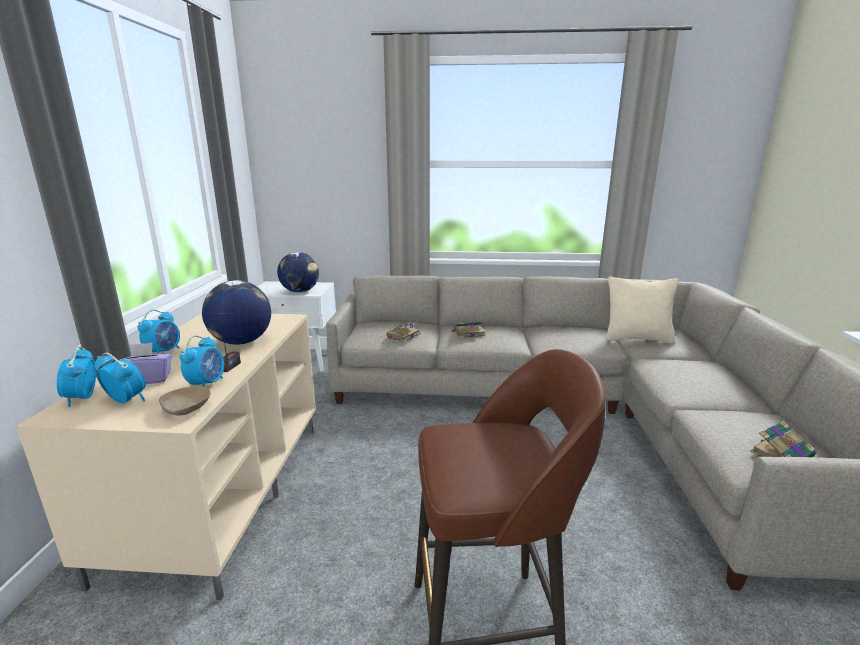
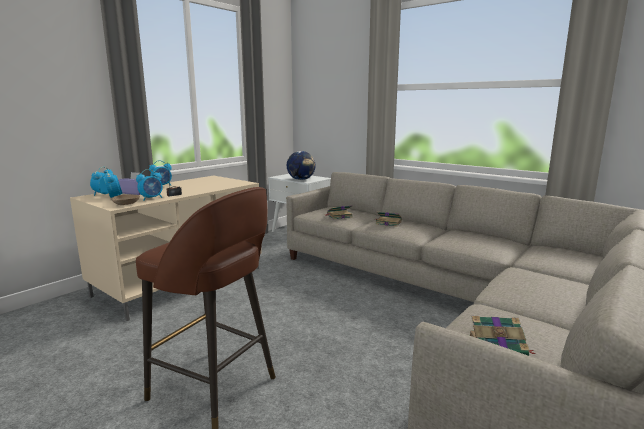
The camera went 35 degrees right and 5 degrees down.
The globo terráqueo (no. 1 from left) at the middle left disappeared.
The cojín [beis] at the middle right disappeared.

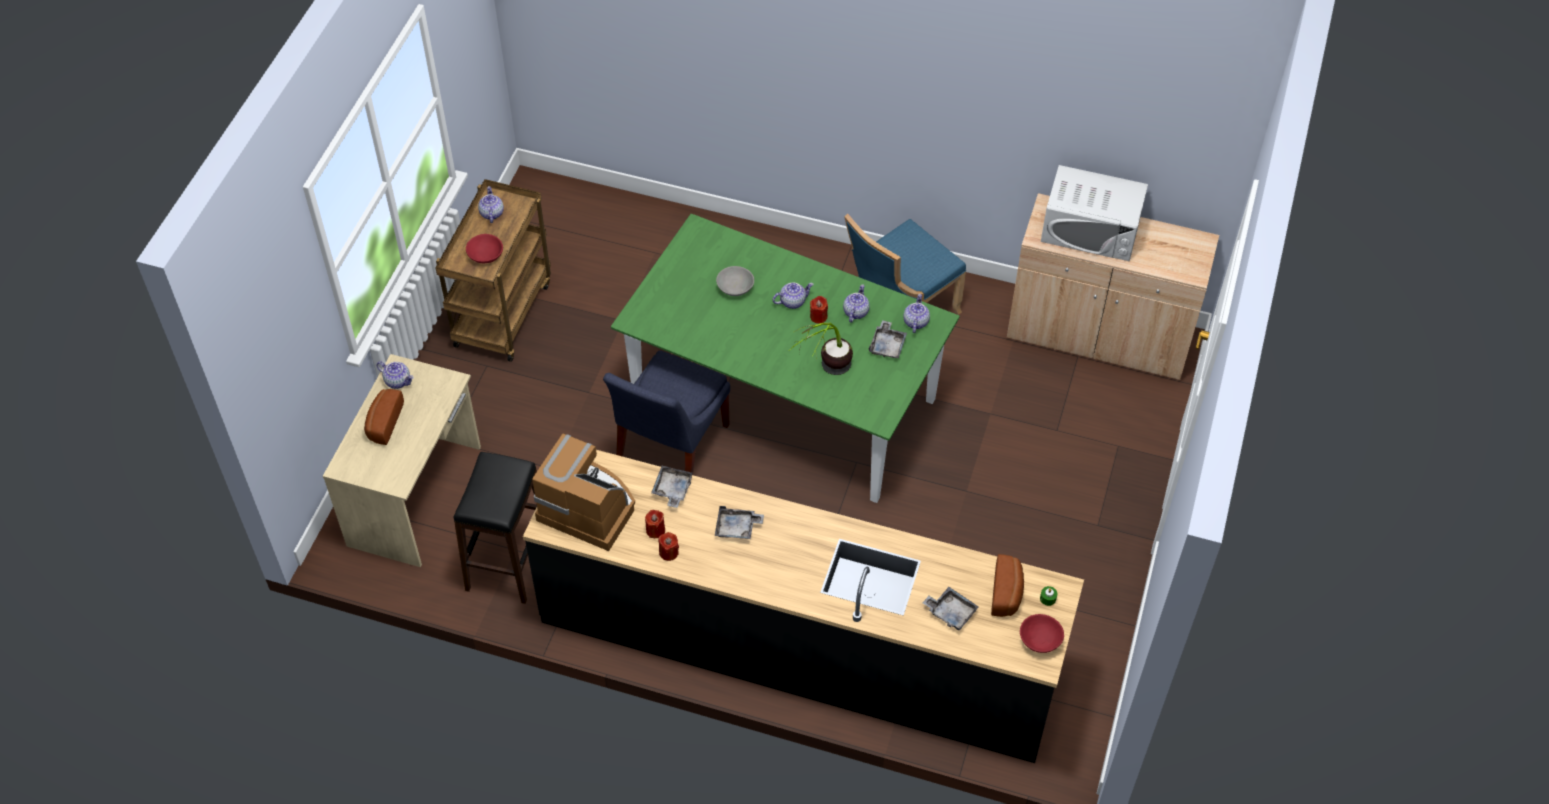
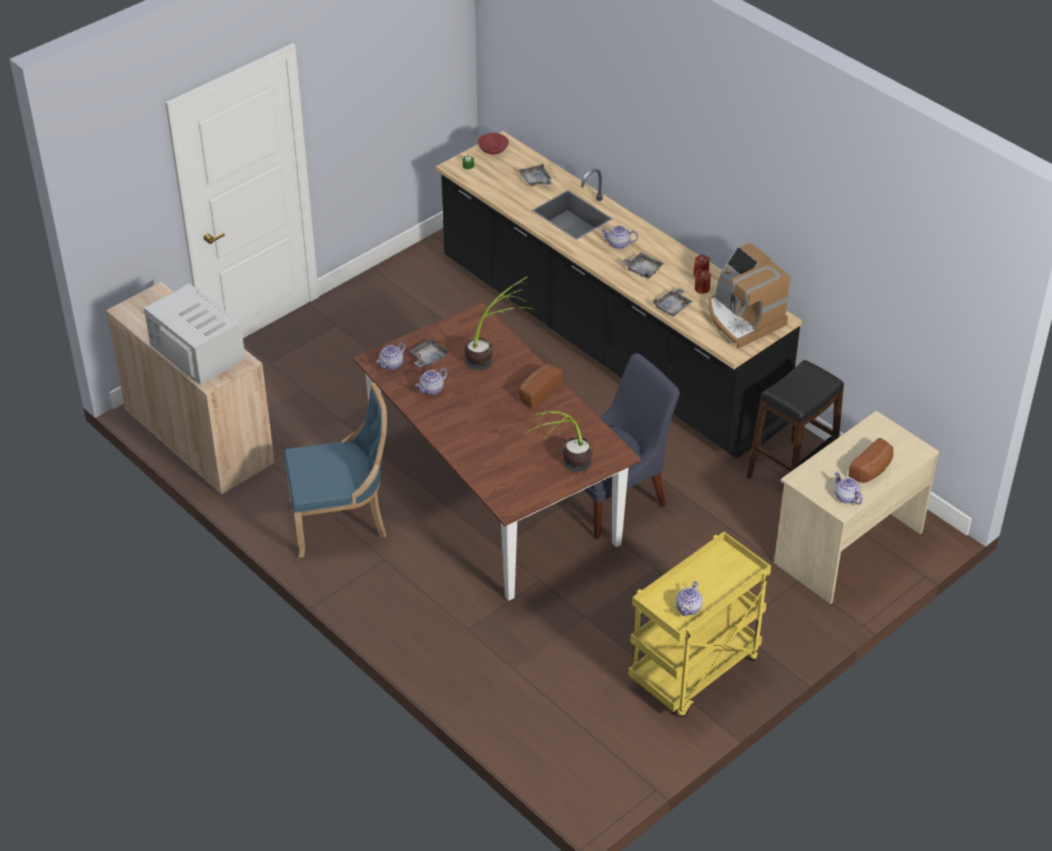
The camera went 150 degrees left and 10 degrees down.
The cuenco [rojo] (no. 1 from left) at the top left disappeared.
The cuenco [gris] at the centre disappeared.
The vela [rojo] (no. 3 from left) at the centre disappeared.
The planta en maceta (no. 2 from left) at the centre appeared.
The tetera (no. 3 from left) moved from the centre to the top centre.
The pan (no. 2 from left in the first image) moved from the bottom centre to the centre.
The carrito [marrón] at the middle left became the carrito [amarillo] at the bottom centre.
The mesa de comedor [verde] at the centre became the mesa de comedor [marrón] at the centre.

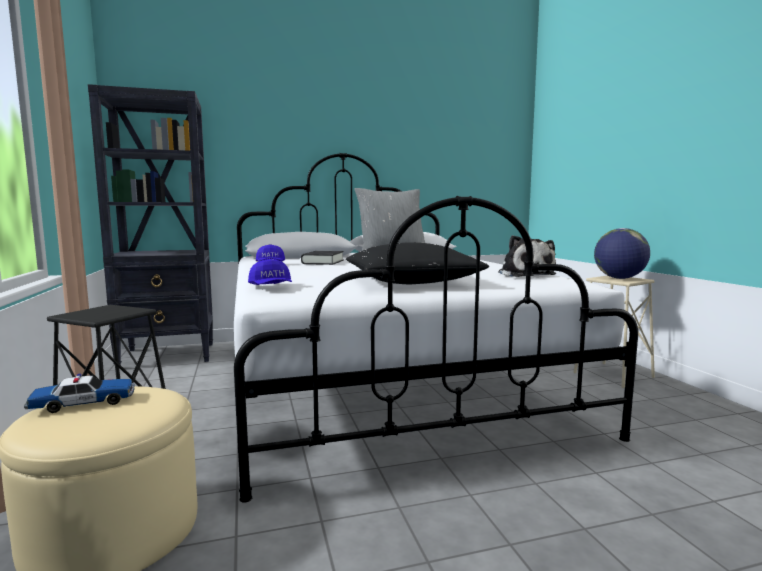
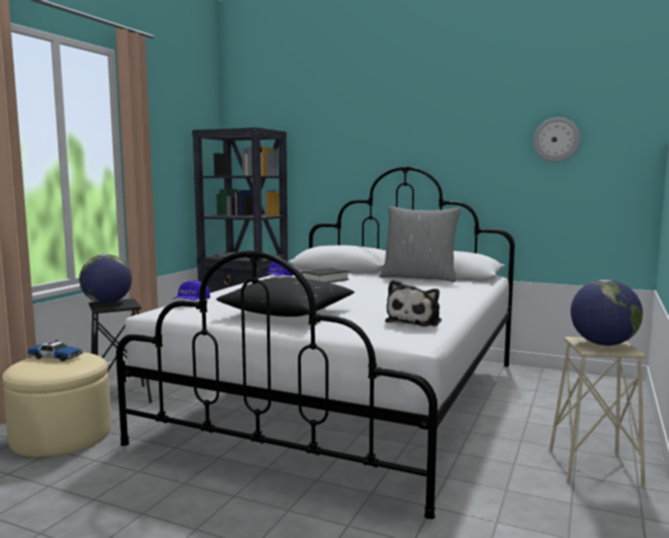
The camera went 40 degrees right and 0 degrees up.
The globo terráqueo (no. 1 from left) at the middle left appeared.
The reloj de pared at the top right appeared.

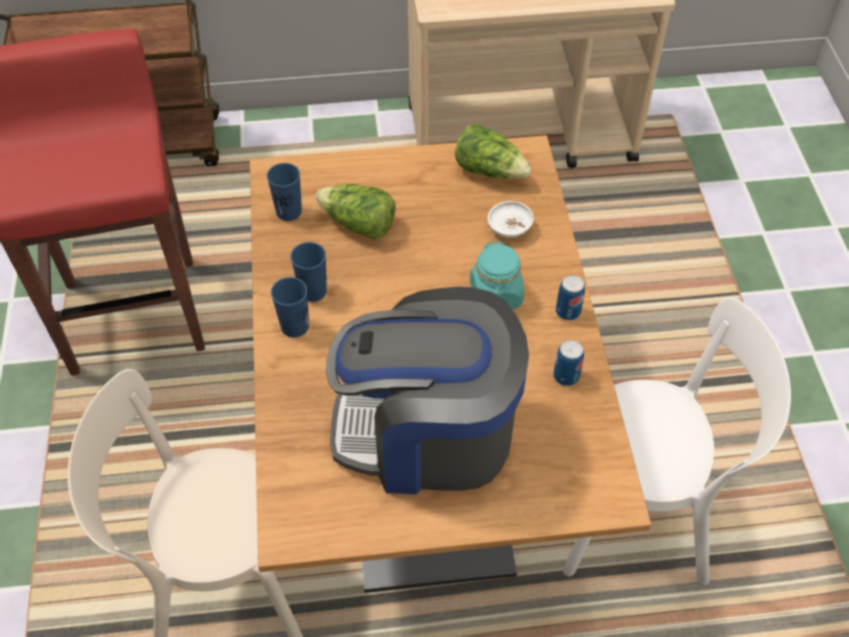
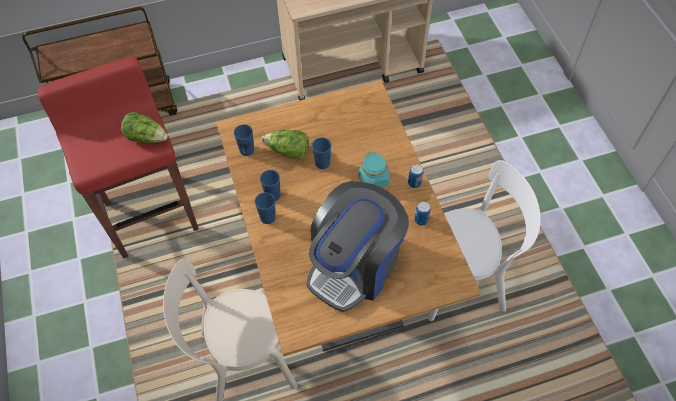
The camera went 10 degrees left and 5 degrees up.
The cuenco [blanco] at the centre disappeared.
The taza [azul] (no. 4 from left) at the centre appeared.
The lechuga (no. 2 from left in the first image) moved from the top centre to the top left.
The cafetera at the centre turned 45 degrees counterclockwise.

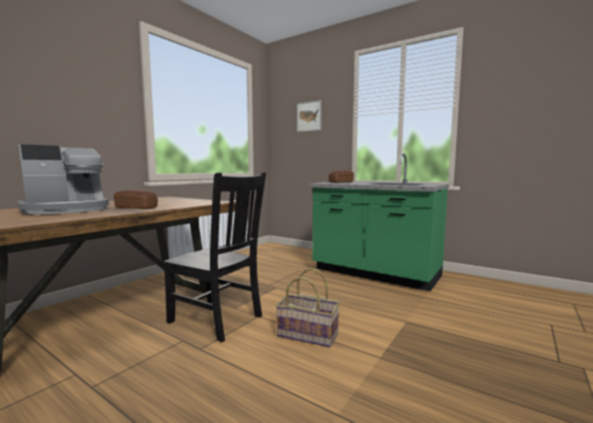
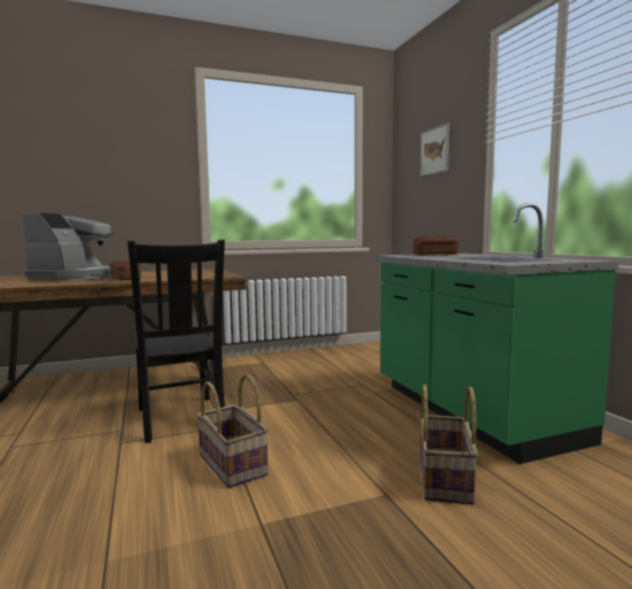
The camera went 35 degrees right and 0 degrees up.
The cesta (no. 2 from left) at the bottom right appeared.
The cafetera at the middle left turned 75 degrees counterclockwise.

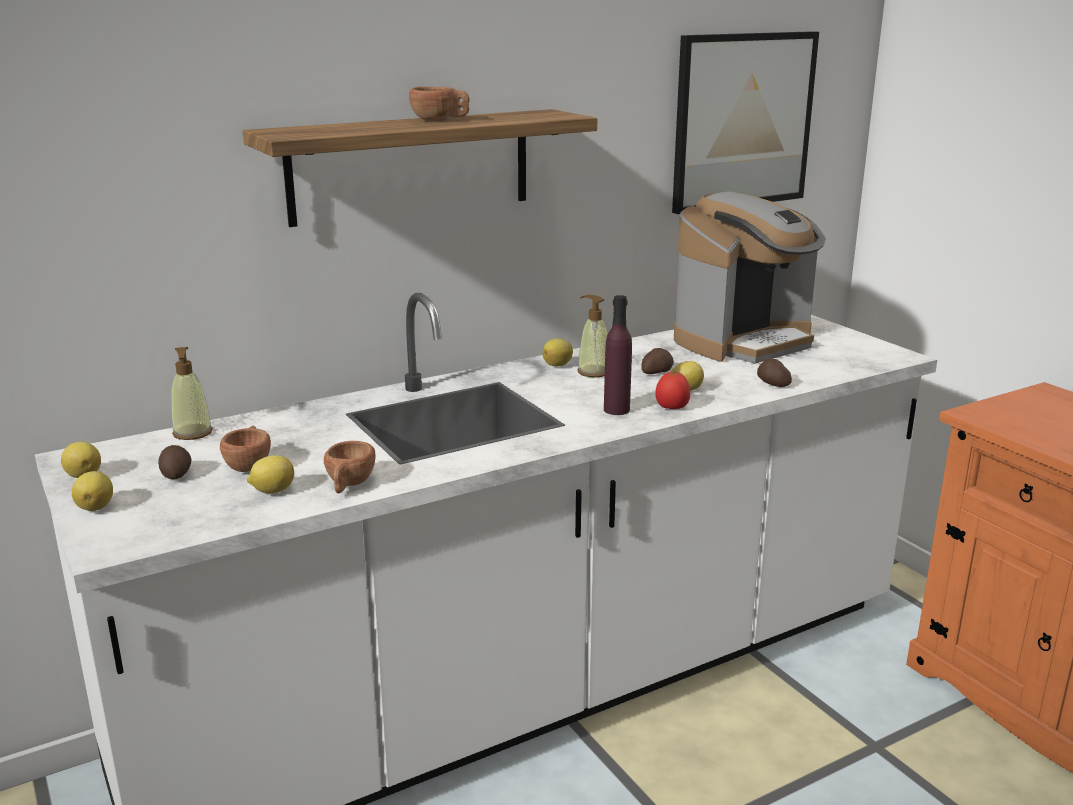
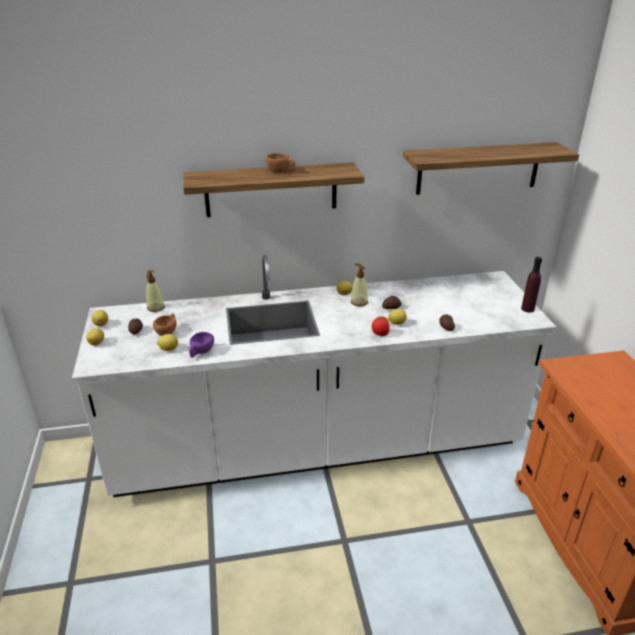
The camera went 20 degrees right and 10 degrees up.
The cafetera at the middle right disappeared.
The botella [morado] moved from the centre to the middle right.
The cuadro at the top right was replaced by the estante (no. 2 from left) at the top right.
The taza [marrón] (no. 2 from left) at the middle left became the taza [morado] at the middle left.

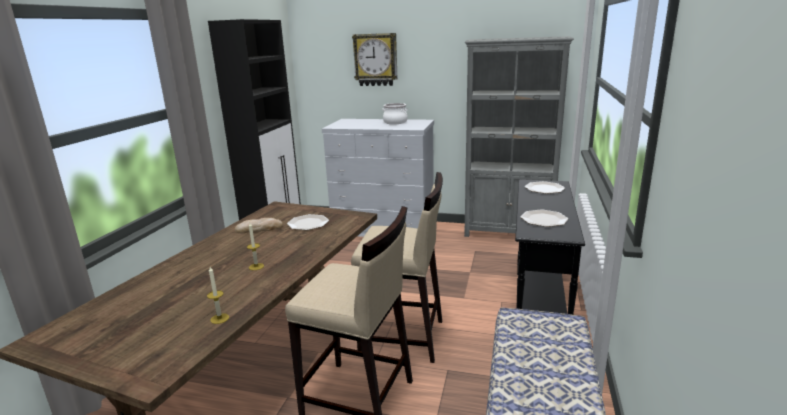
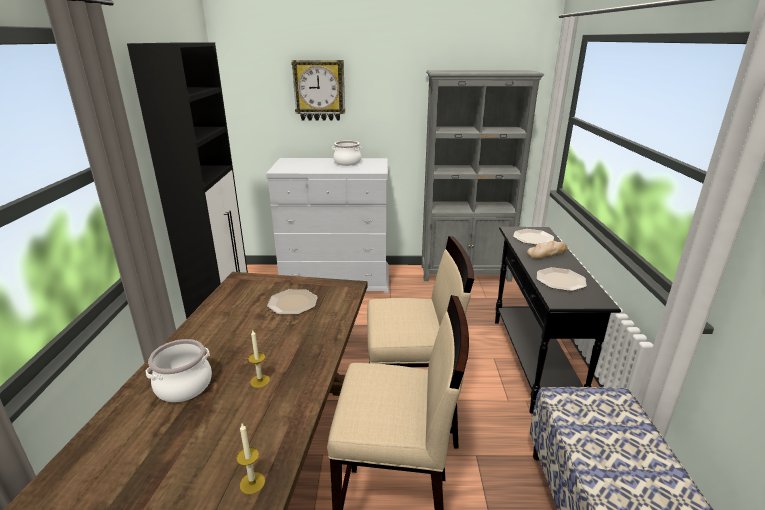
The camera went 15 degrees left and 5 degrees up.
The olla (no. 1 from left) at the bottom left appeared.
The pan moved from the middle left to the middle right.

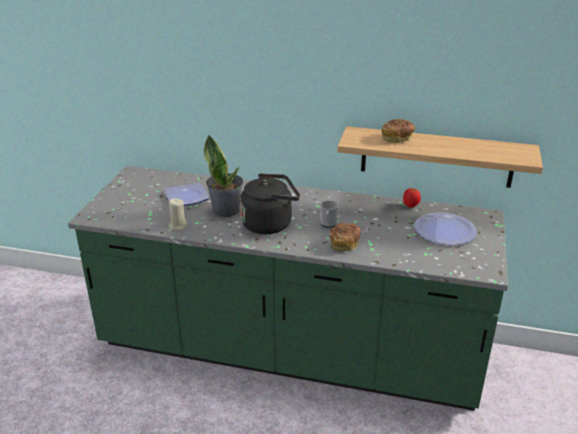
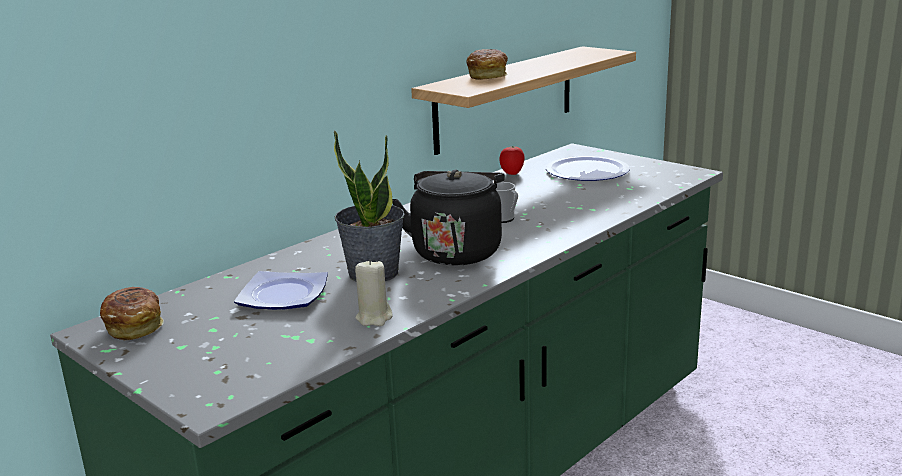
The camera went 60 degrees left and 10 degrees down.
The pan (no. 1 from left) moved from the centre to the middle left.

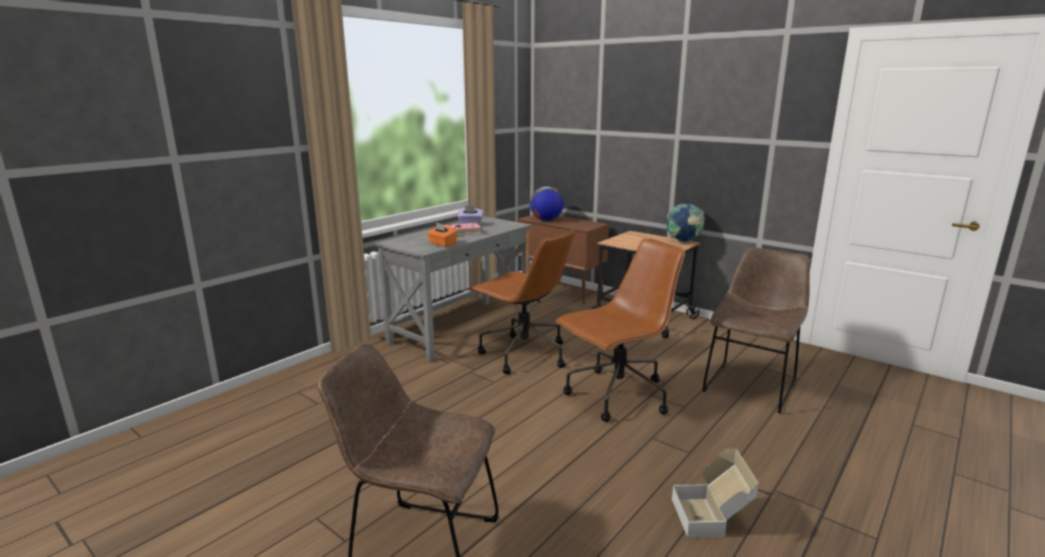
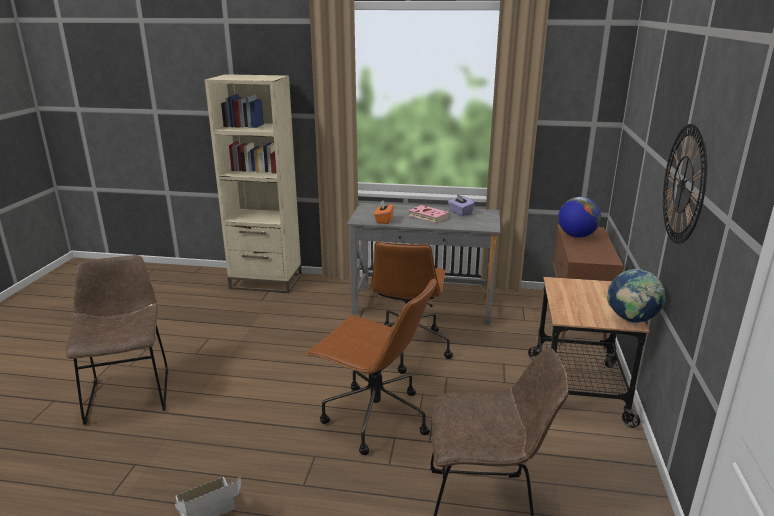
The camera went 60 degrees right and 5 degrees up.
The estantería [beis] at the middle left appeared.
The reloj de pared at the middle right appeared.

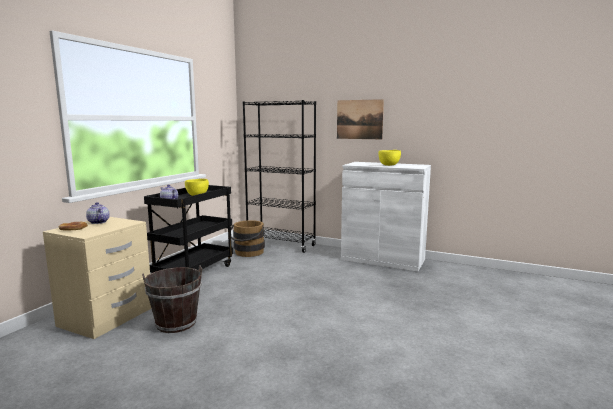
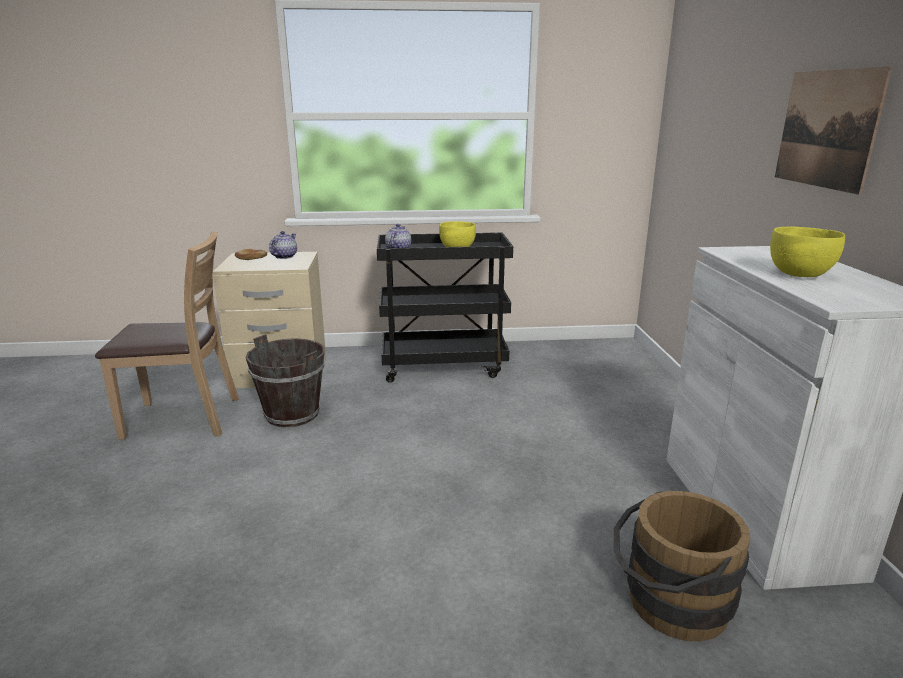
The camera went 60 degrees right and 10 degrees up.
The estantería [negro] at the centre disappeared.
The silla [marrón] at the middle left appeared.
The cubo [marrón] (no. 2 from left) moved from the centre to the bottom right.

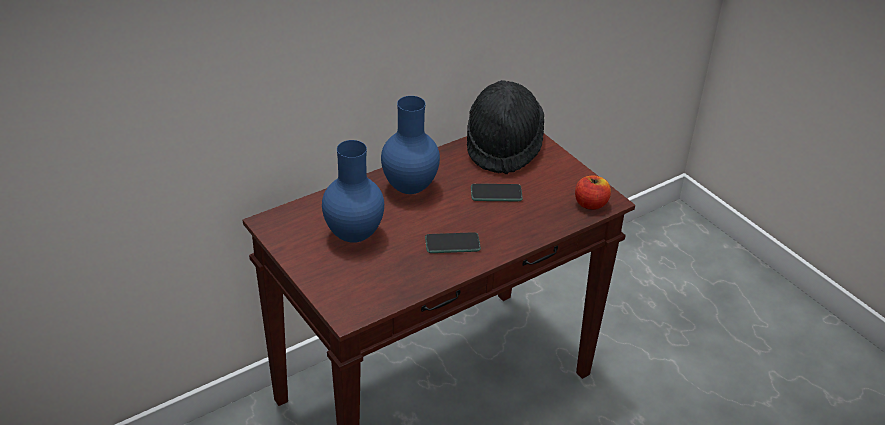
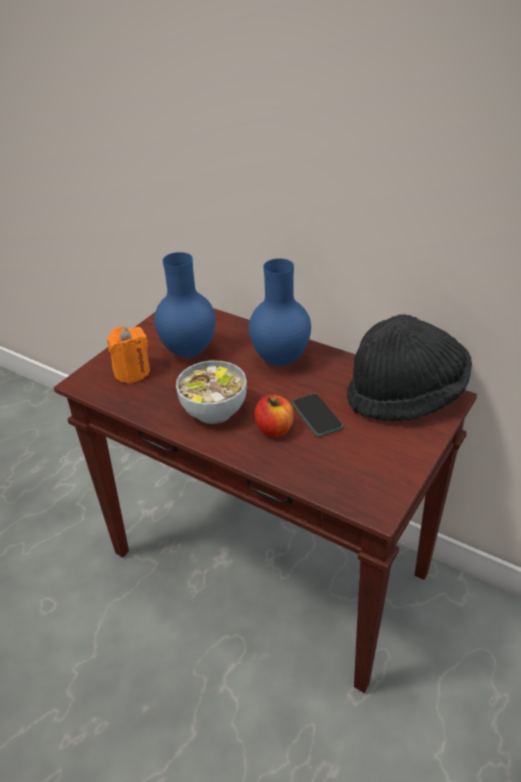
The camera went 70 degrees right and 0 degrees up.
The vela [naranja] at the middle left appeared.
The manzana moved from the middle right to the centre.
The móvil (no. 1 from left) at the centre was replaced by the cuenco at the centre.

